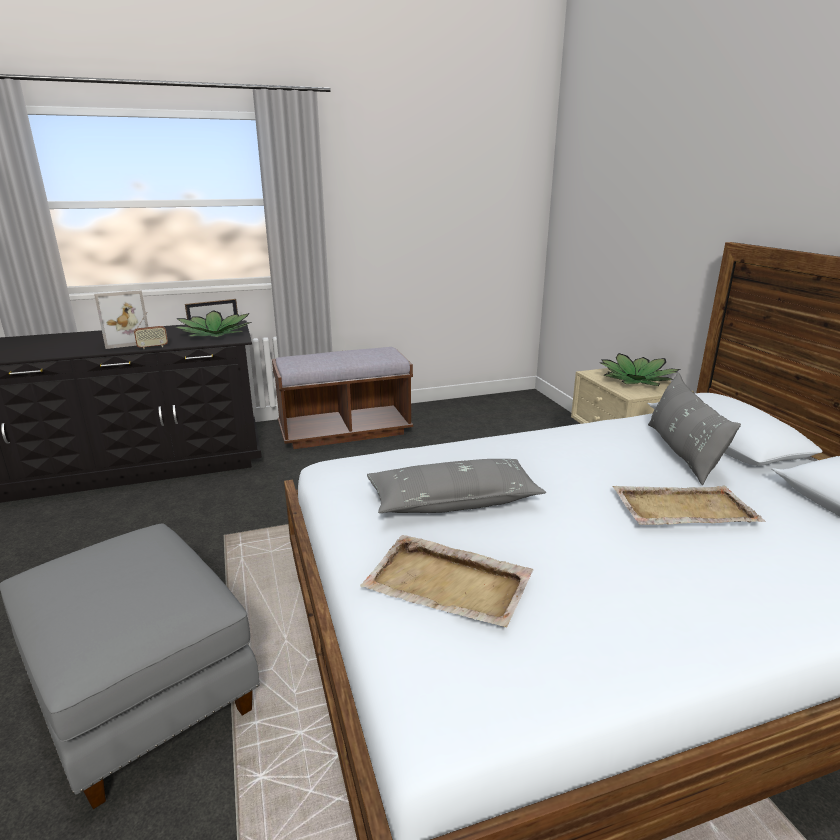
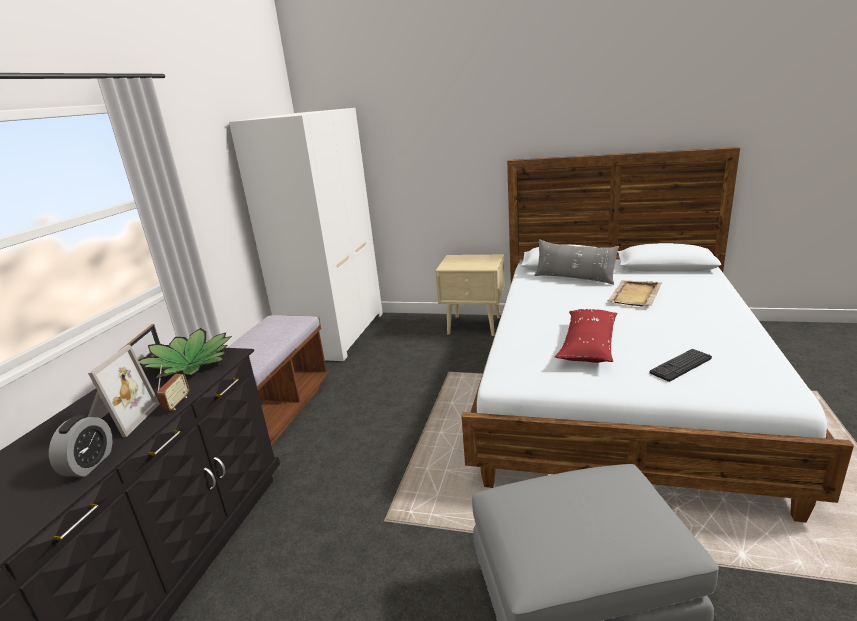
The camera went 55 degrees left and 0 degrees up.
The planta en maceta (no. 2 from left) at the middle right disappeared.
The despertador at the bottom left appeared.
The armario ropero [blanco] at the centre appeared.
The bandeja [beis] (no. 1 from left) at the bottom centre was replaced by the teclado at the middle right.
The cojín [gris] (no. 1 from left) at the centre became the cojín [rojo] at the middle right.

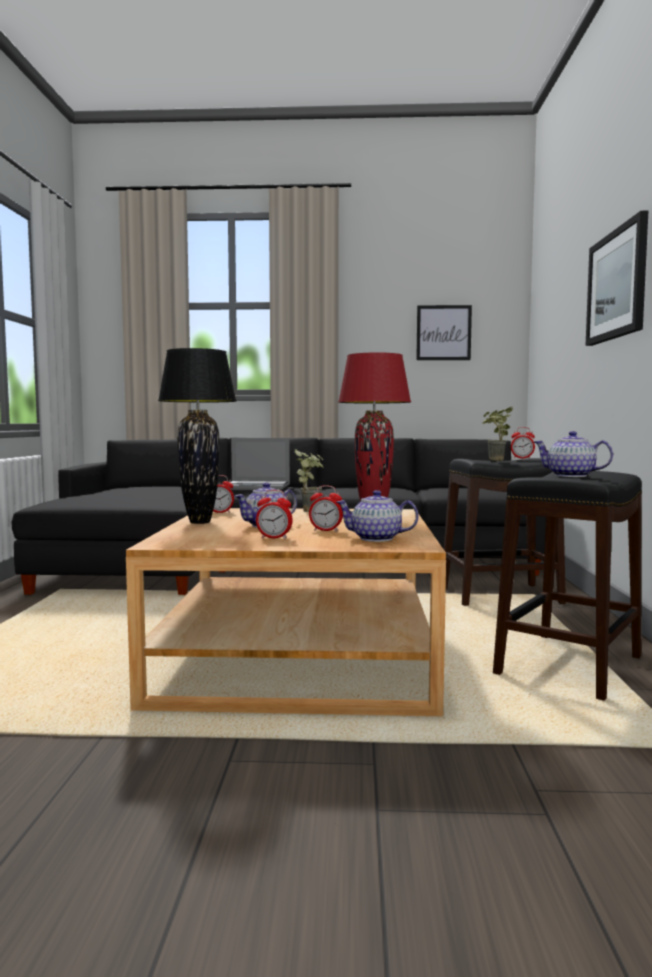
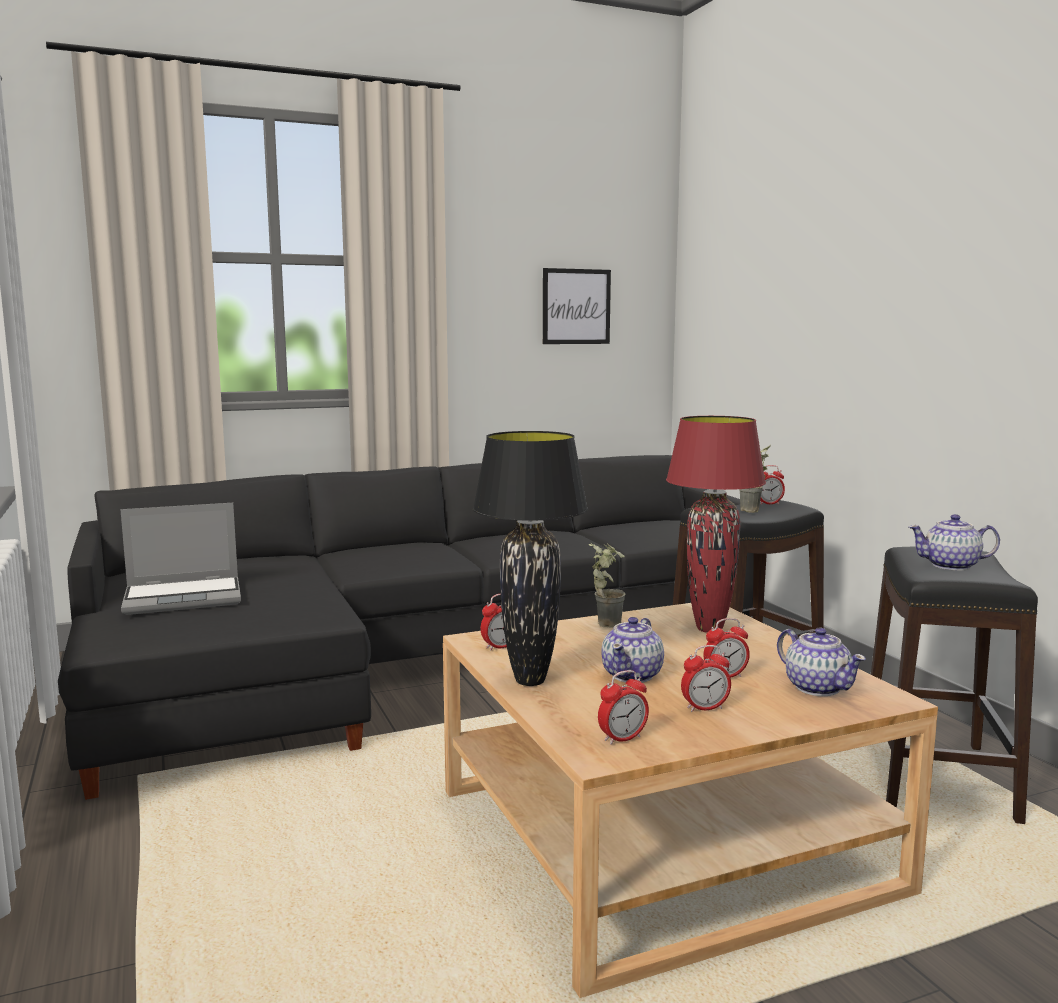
The camera went 25 degrees left and 5 degrees up.
The cuadro (no. 2 from left) at the top right disappeared.
The despertador (no. 2 from left) at the bottom centre appeared.
The portátil moved from the centre to the middle left.
The tetera (no. 2 from left) at the centre turned 105 degrees counterclockwise.

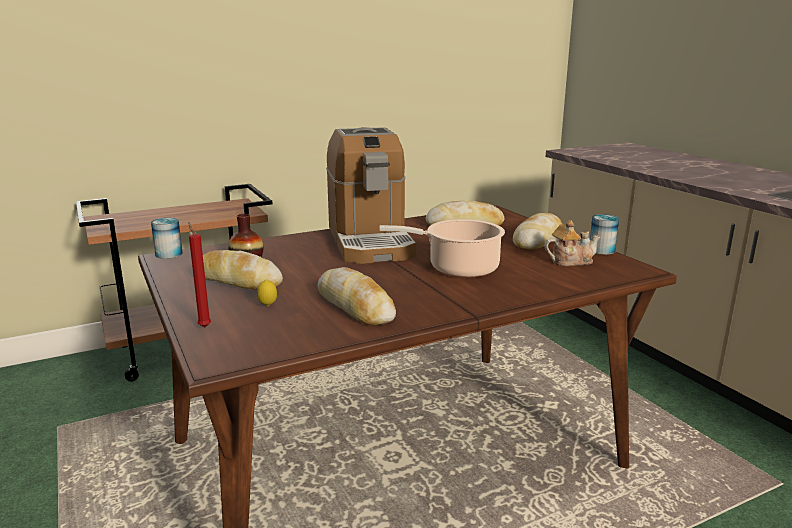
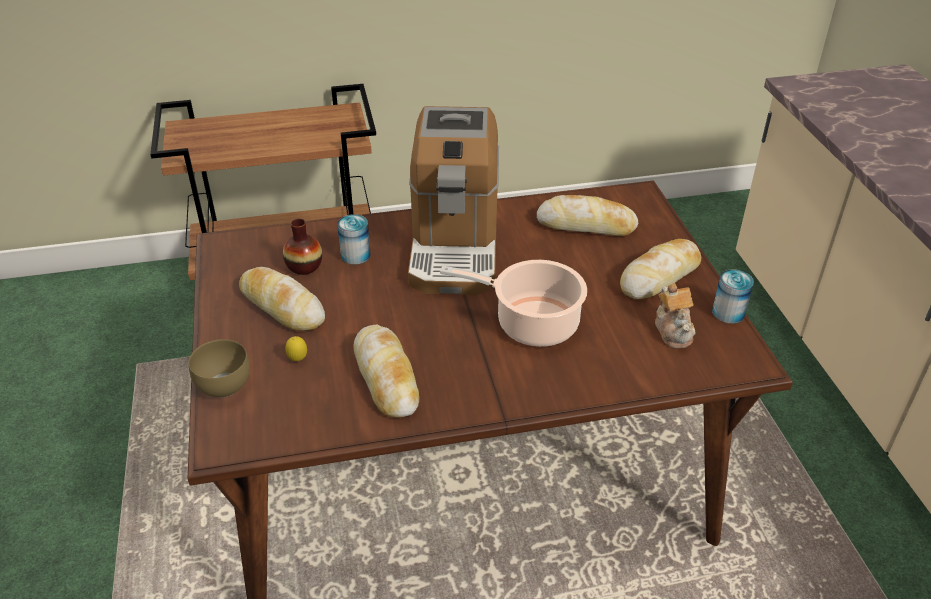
The camera went 15 degrees right and 20 degrees up.
The lata (no. 1 from left) moved from the middle left to the centre.
The vela [rojo] at the middle left was replaced by the cuenco [marrón] at the middle left.
The tetera at the middle right turned 75 degrees clockwise.

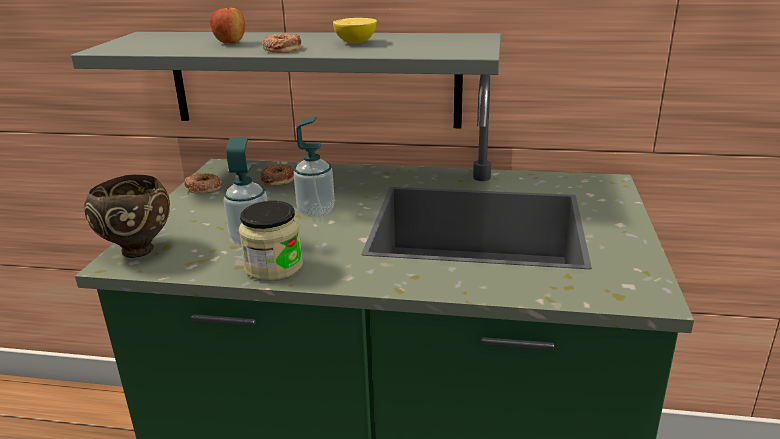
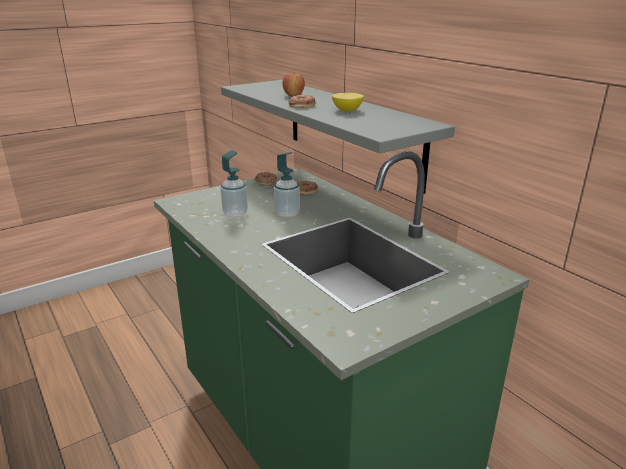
The camera went 45 degrees right and 0 degrees up.
The cuenco [marrón] at the middle left disappeared.
The tarro at the centre disappeared.

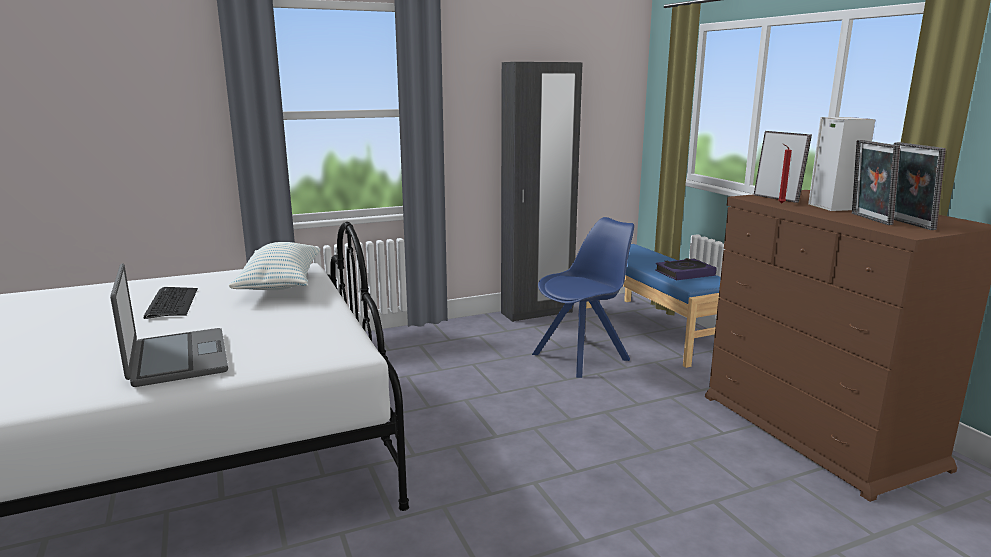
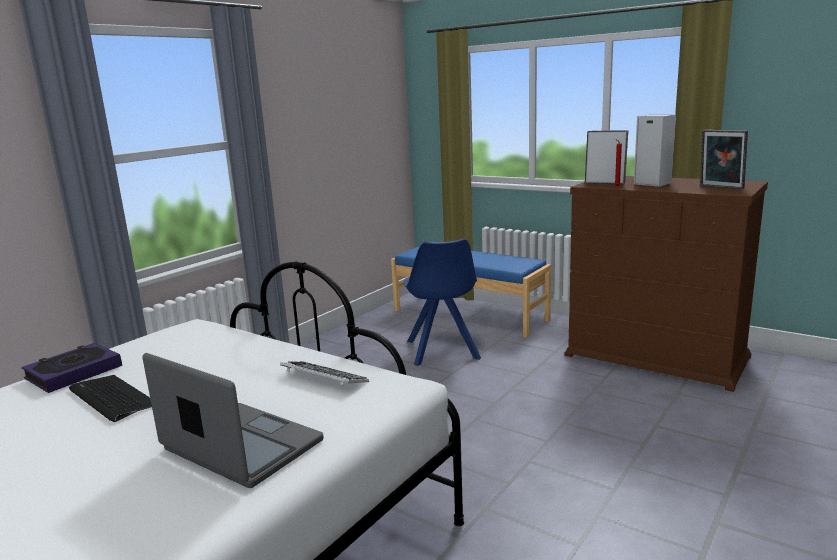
The camera went 30 degrees left and 0 degrees up.
The cojín at the middle left disappeared.
The armario ropero [negro] at the centre disappeared.
The portarretratos (no. 2 from left) at the top right disappeared.
The teclado (no. 2 from left) at the centre appeared.
The libro moved from the middle right to the middle left.
The silla [azul] at the centre turned 150 degrees clockwise.

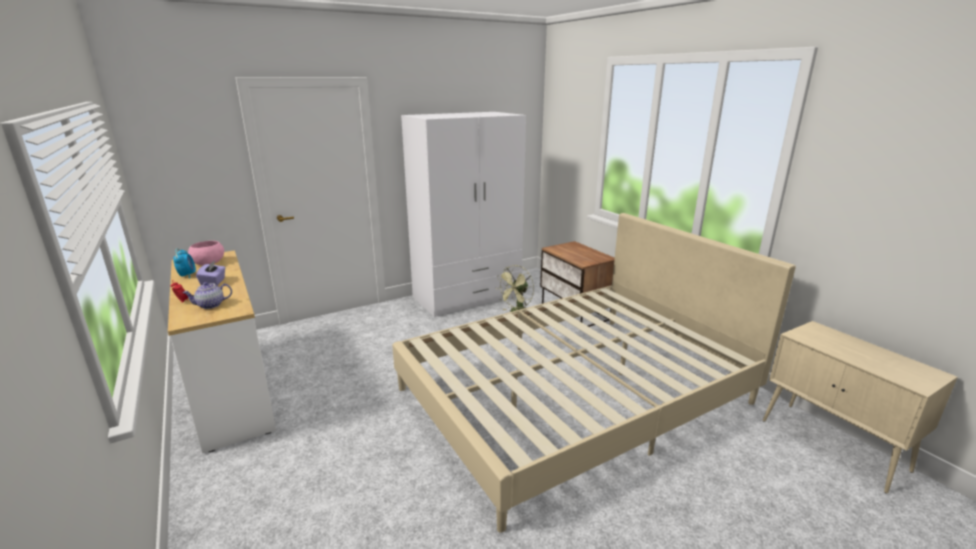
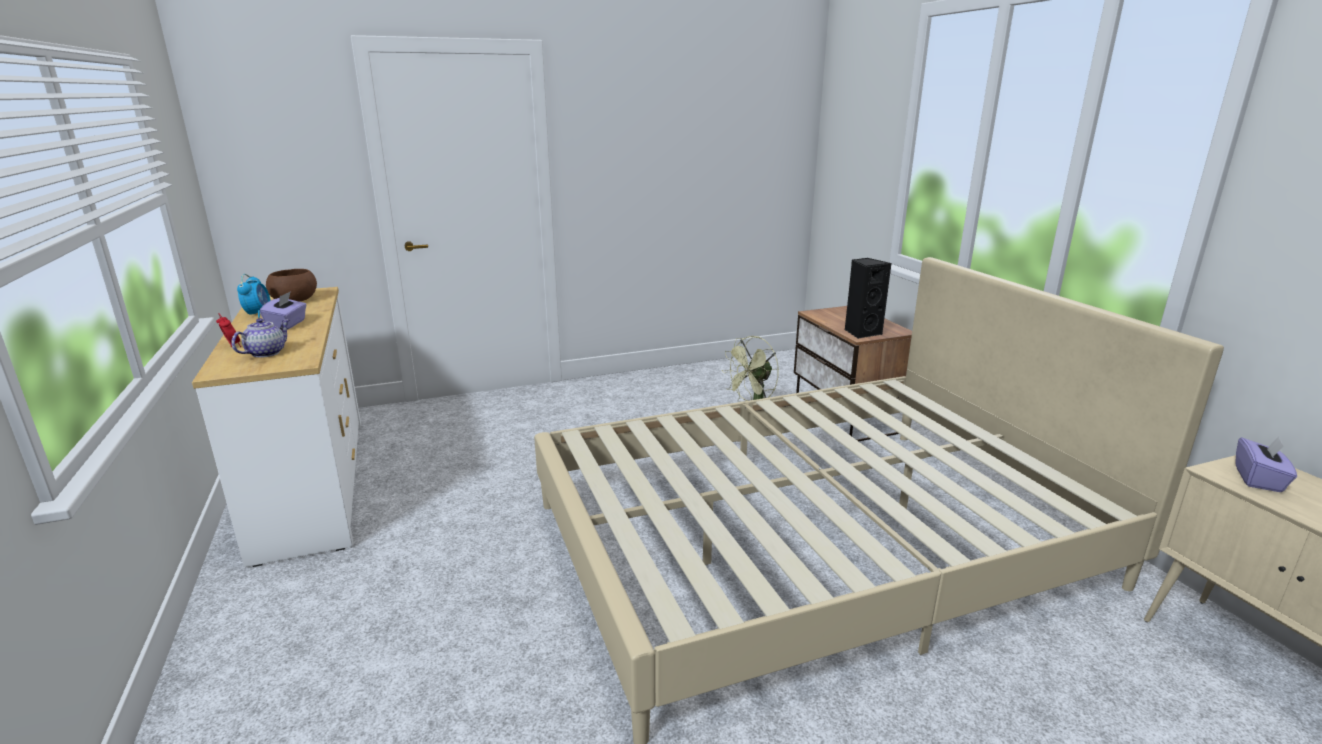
The camera went 10 degrees right and 0 degrees up.
The armario ropero [blanco] at the centre disappeared.
The altavoz [negro] at the centre appeared.
The caja de pañuelos [morado] (no. 2 from left) at the middle right appeared.
The cuenco [rosa] at the middle left became the cuenco [marrón] at the middle left.
The tetera at the middle left turned 135 degrees clockwise.

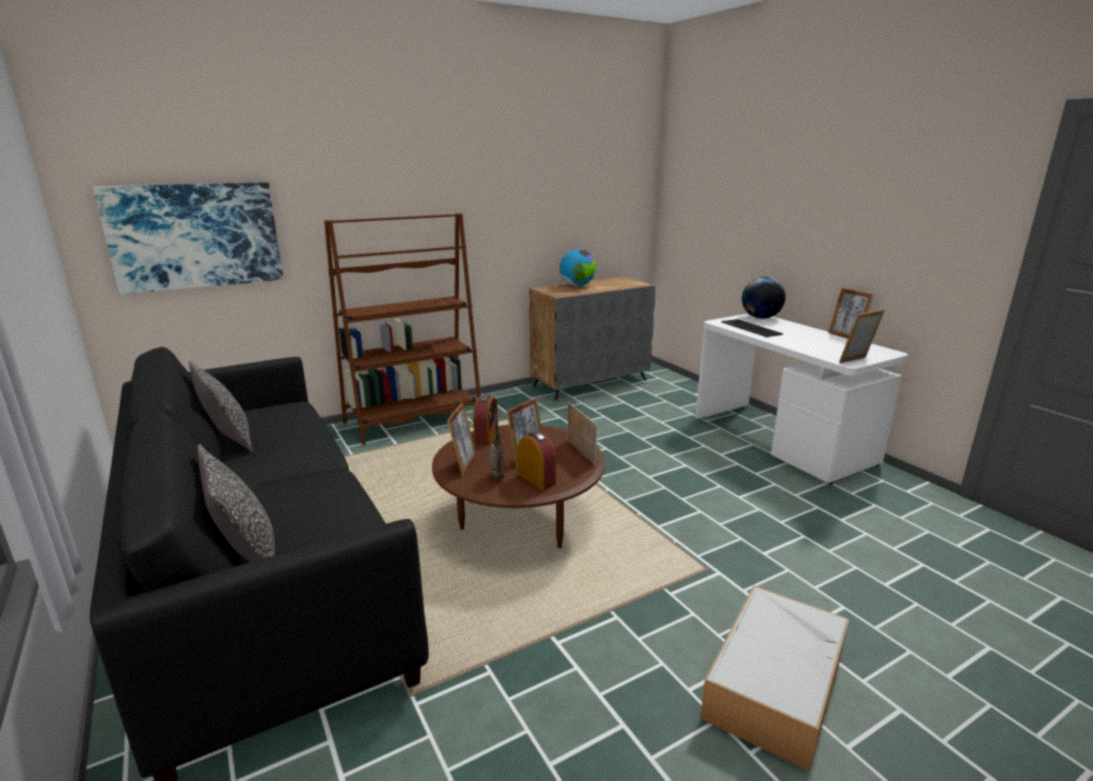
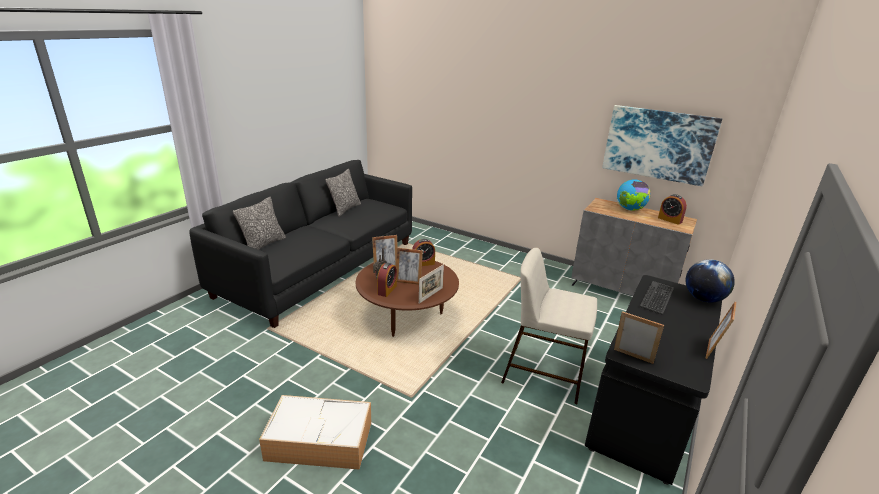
The camera went 60 degrees right and 5 degrees up.
The estantería [marrón] at the centre disappeared.
The taburete [beis] at the centre appeared.
The despertador (no. 3 from left) at the middle right appeared.
The cuadro moved from the top left to the top right.
The escritorio [blanco] at the middle right became the escritorio [negro] at the bottom right.

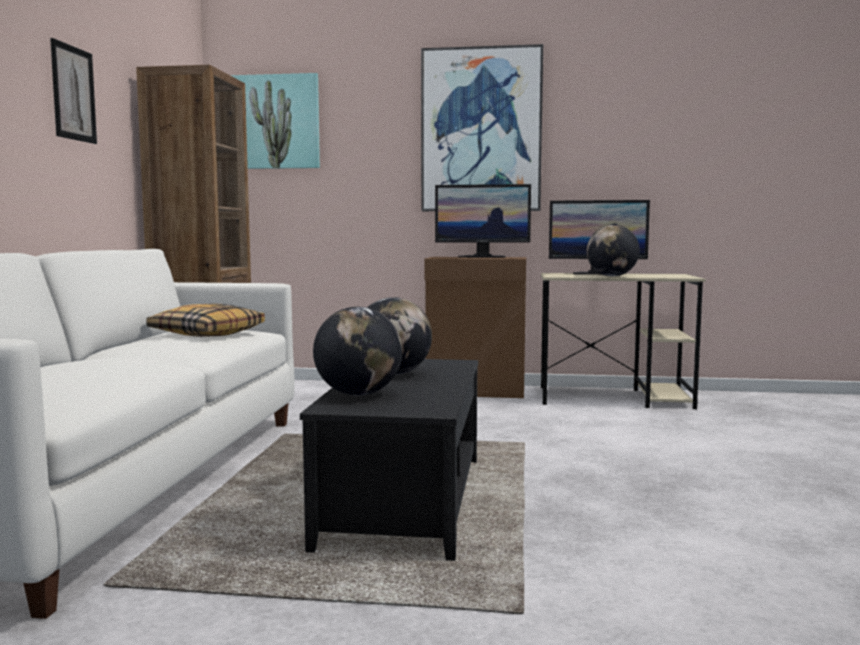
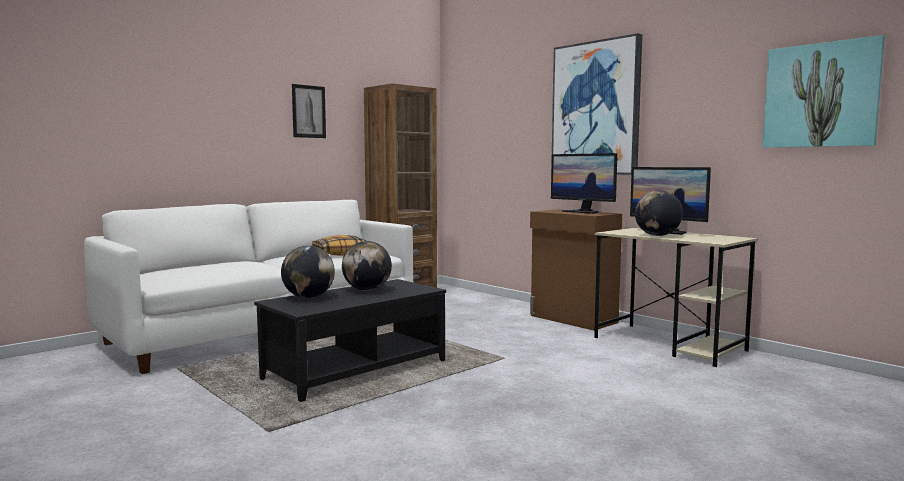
The camera went 40 degrees right and 0 degrees up.
The cuadro (no. 2 from left in the first image) moved from the top left to the top right.

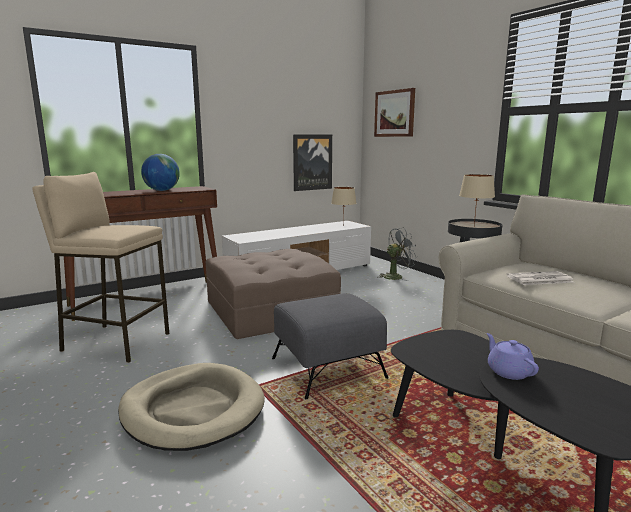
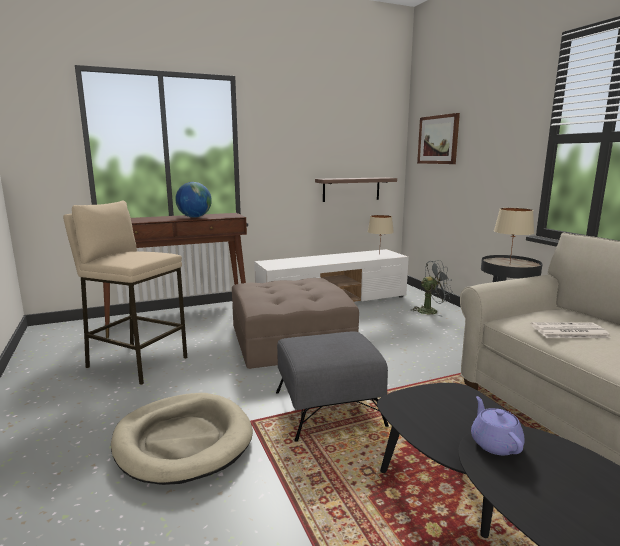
The camera went 10 degrees right and 0 degrees up.
The cuadro (no. 1 from left) at the top centre was replaced by the estante at the centre.

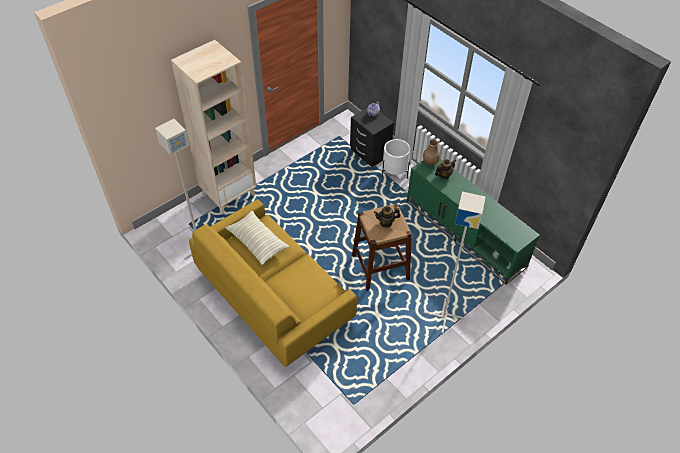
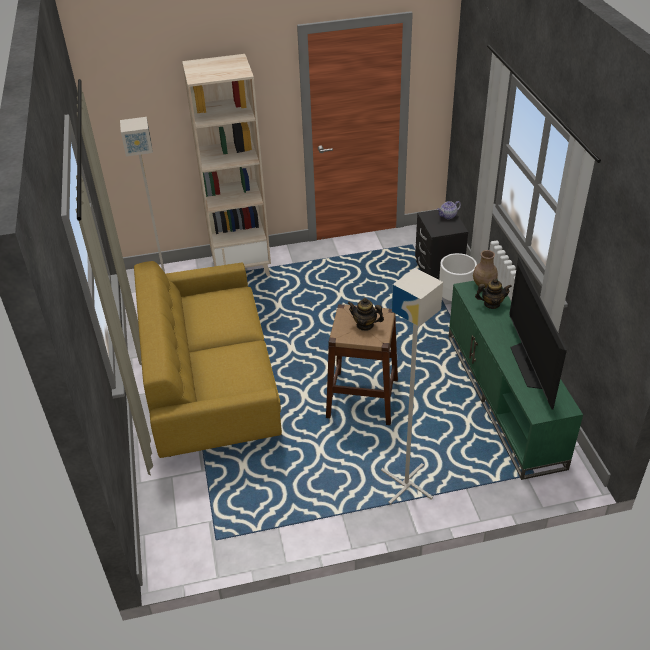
The camera went 30 degrees right and 10 degrees down.
The cojín at the centre disappeared.
The televisor at the middle right appeared.

